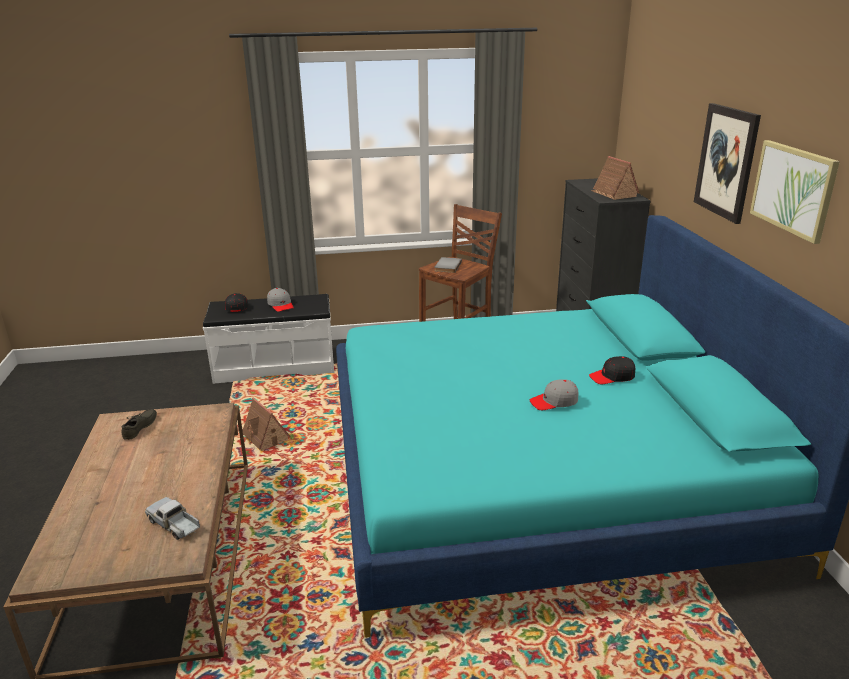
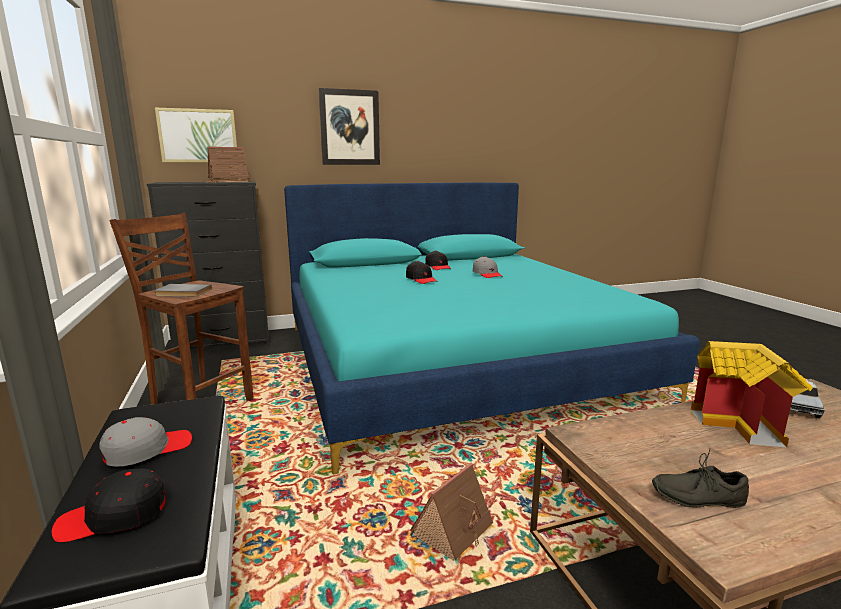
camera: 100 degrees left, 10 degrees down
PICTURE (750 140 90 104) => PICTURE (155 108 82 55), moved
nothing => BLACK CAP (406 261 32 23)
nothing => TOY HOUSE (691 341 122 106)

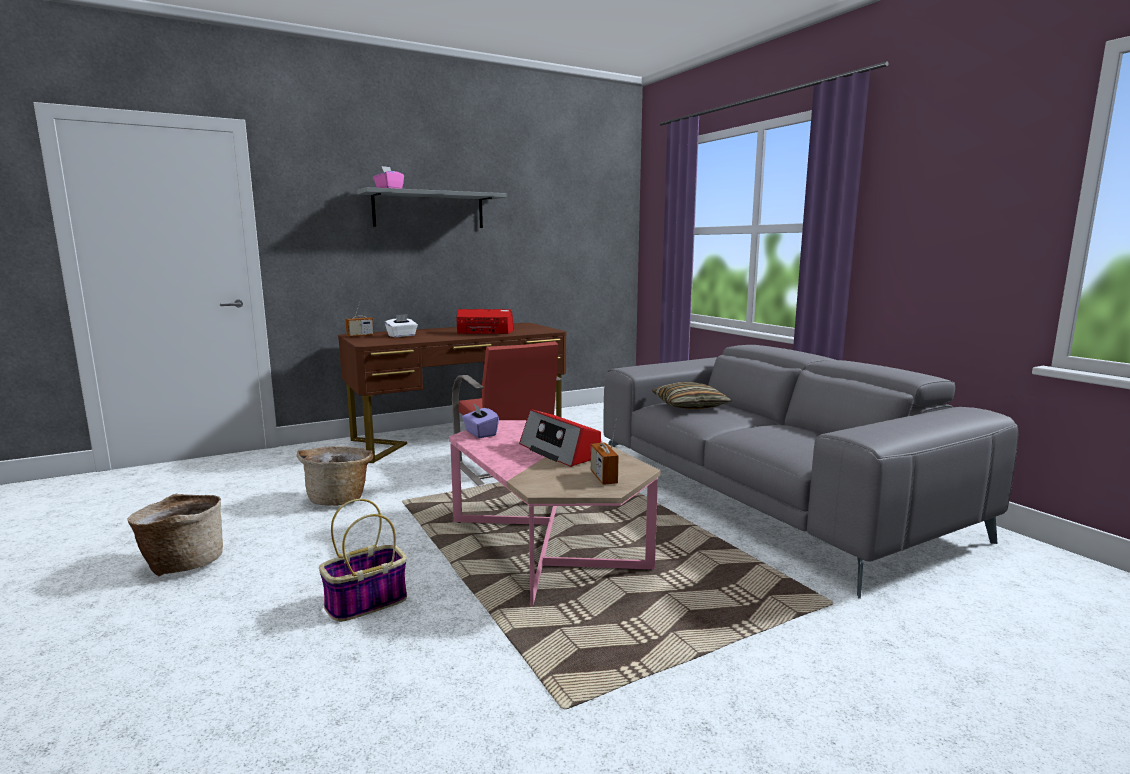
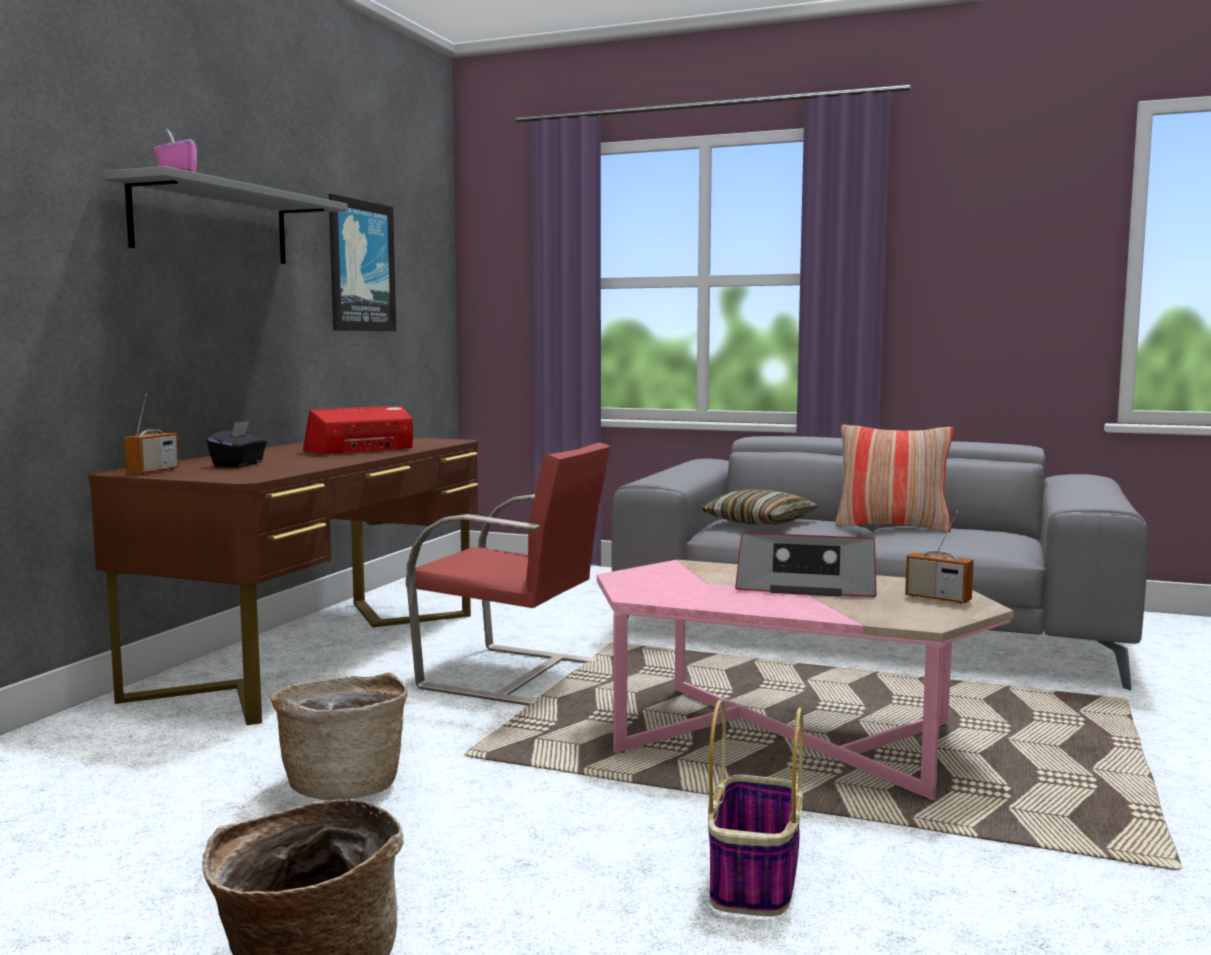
camera: 40 degrees left, 5 degrees down
WHITE TISSUE BOX (385 314 33 23) => BLACK TISSUE BOX (207 421 60 46)
nothing => PICTURE (329 194 67 137)
nothing => PILLOW (835 425 119 107)
PURPLE TISSUE BOX (462 403 37 35) => nothing

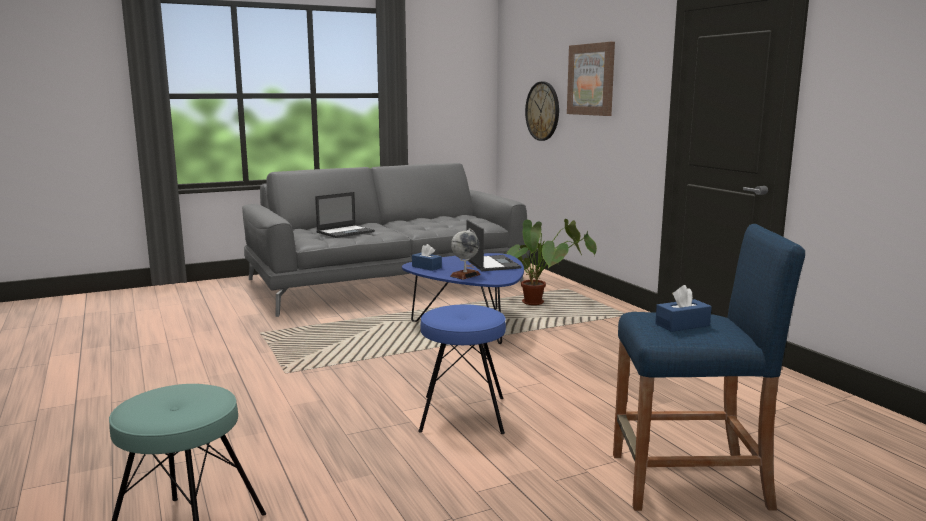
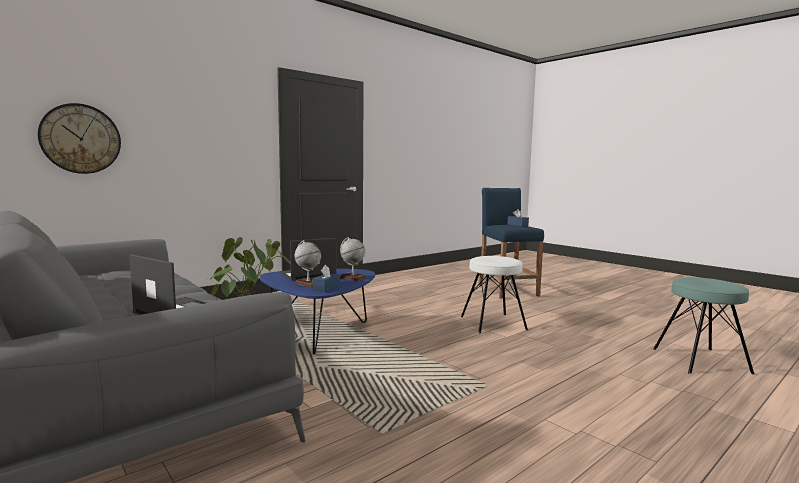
camera: 105 degrees left, 5 degrees down
nothing => GLOBE (294 240 27 48)
BLUE STOOL (418 304 88 130) => WHITE STOOL (461 256 67 77)
PICTURE (567 42 48 74) => nothing

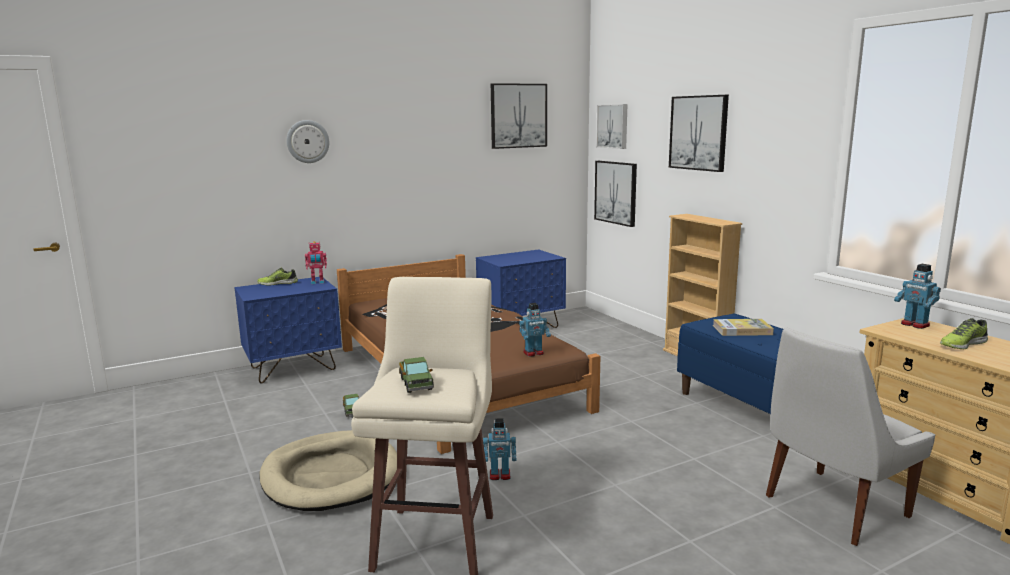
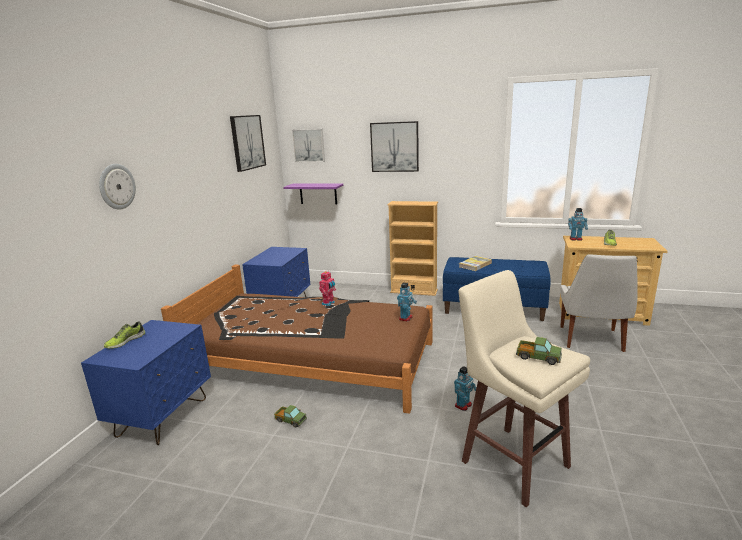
camera: 45 degrees left, 5 degrees up
PICTURE (594 161 43 66) => PURPLE SHELF (283 184 60 21)
TOY ROBOT (305 241 22 43) => TOY ROBOT (319 271 17 35), moved
BEIGE DOG BED (259 430 138 81) => nothing

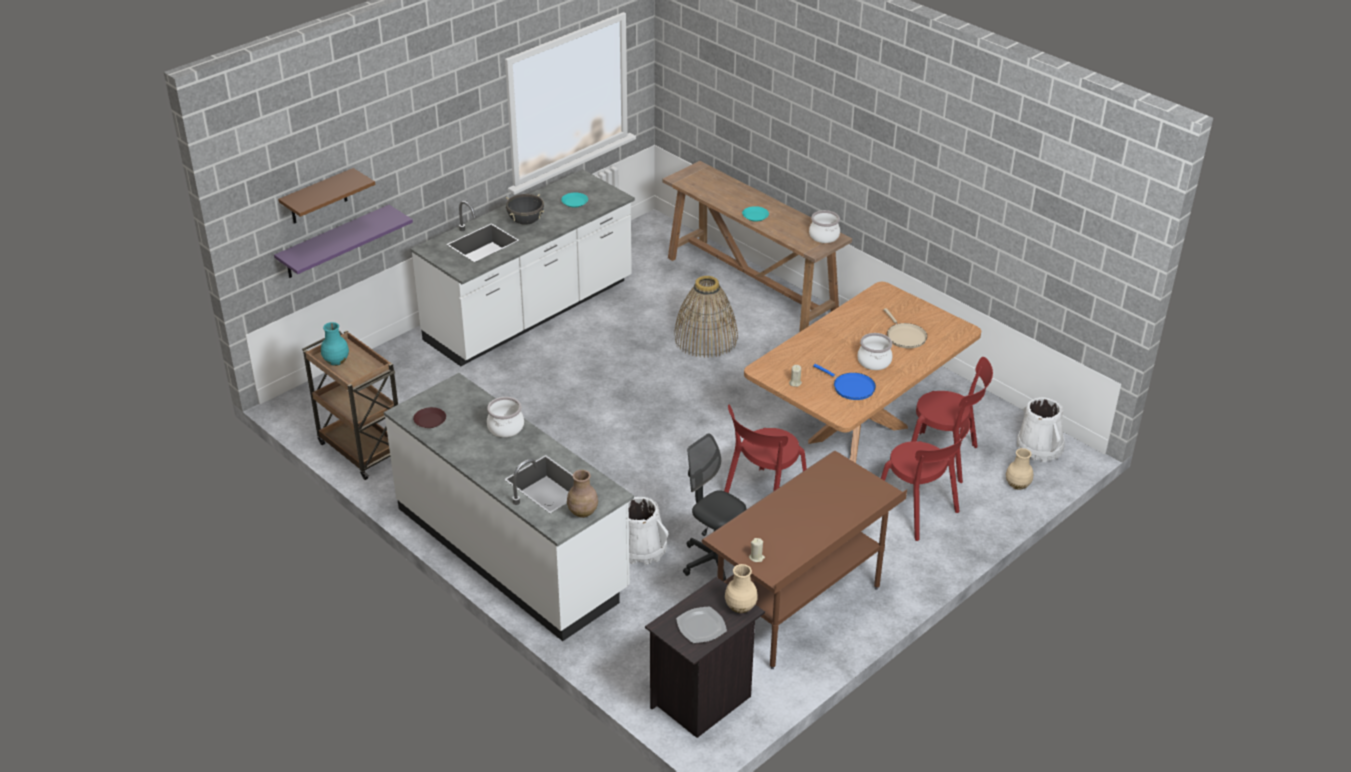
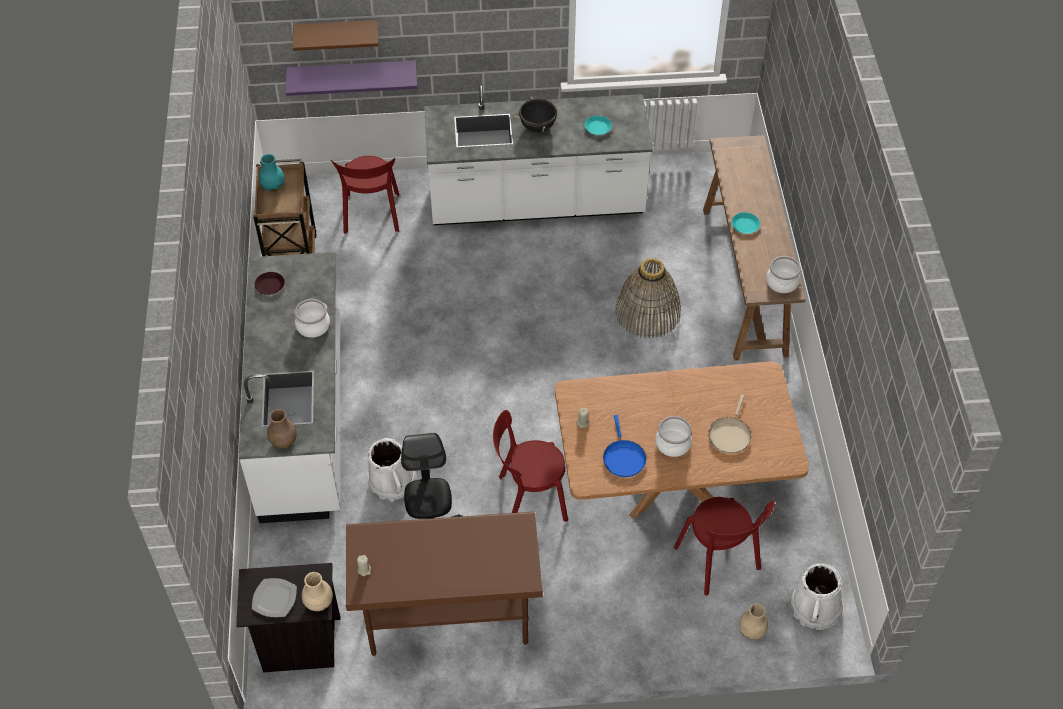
camera: 40 degrees right, 15 degrees up
RED CHAIR (881 418 89 123) => RED CHAIR (331 156 68 77), moved

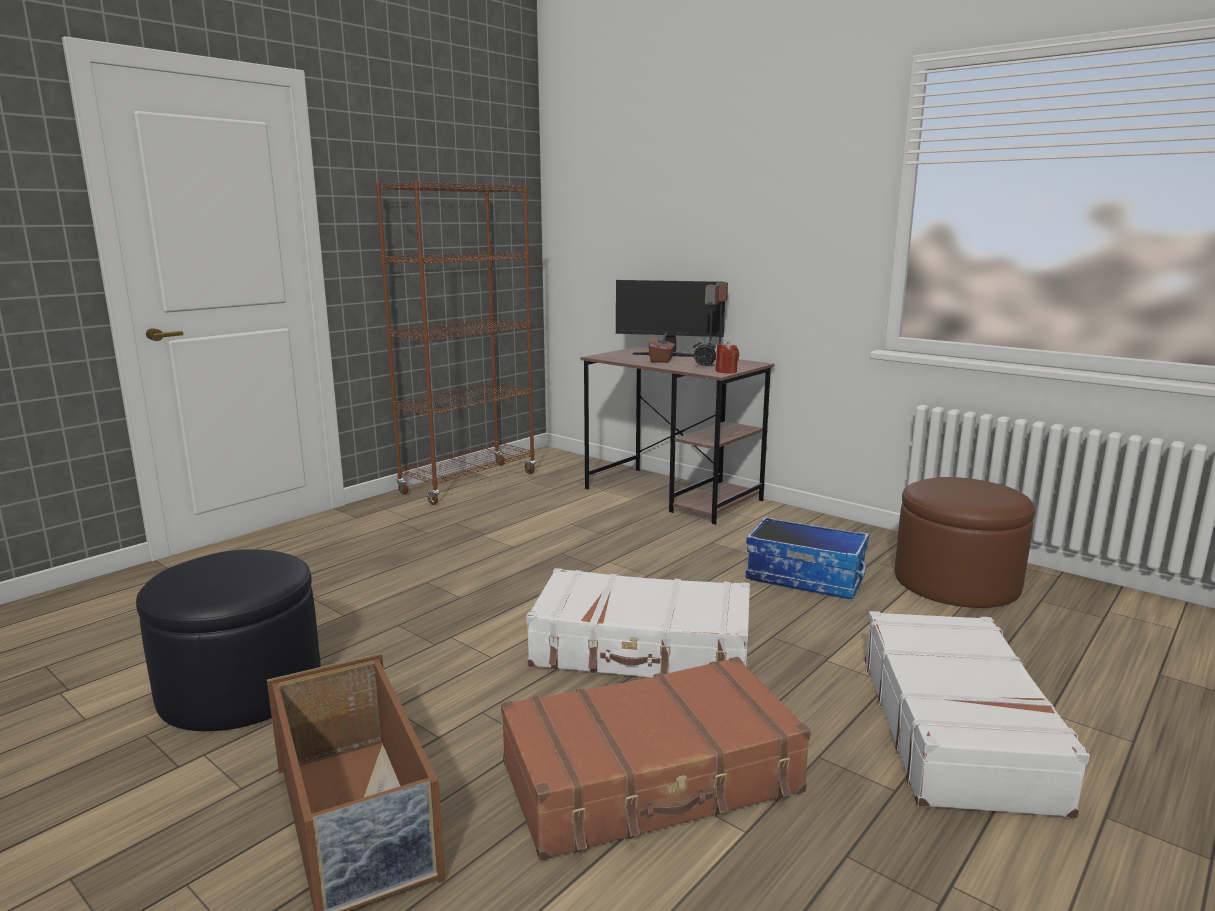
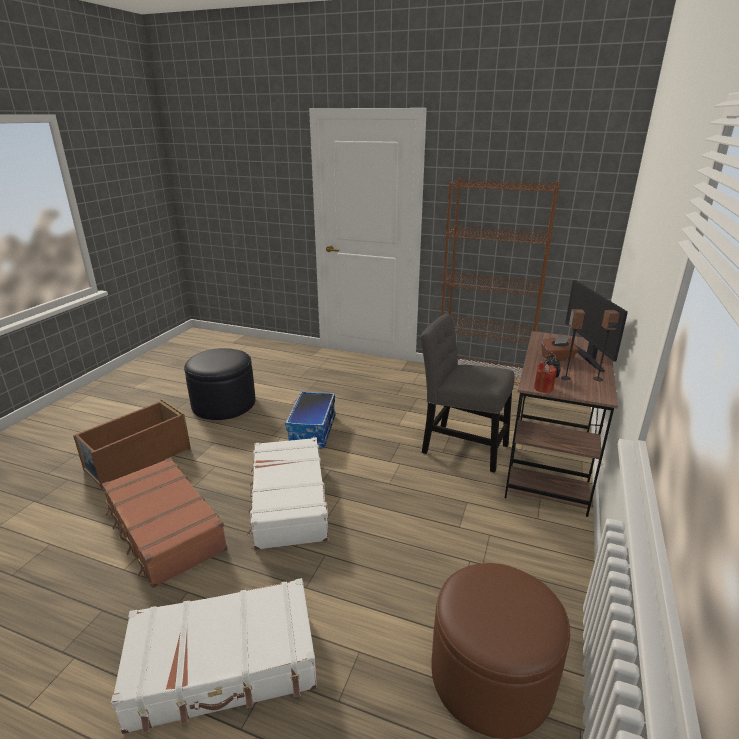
camera: 70 degrees right, 10 degrees up
STORAGE BOX (746 517 123 82) => STORAGE BOX (285 391 51 57), moved
nothing => GREY CHAIR (420 313 95 160)

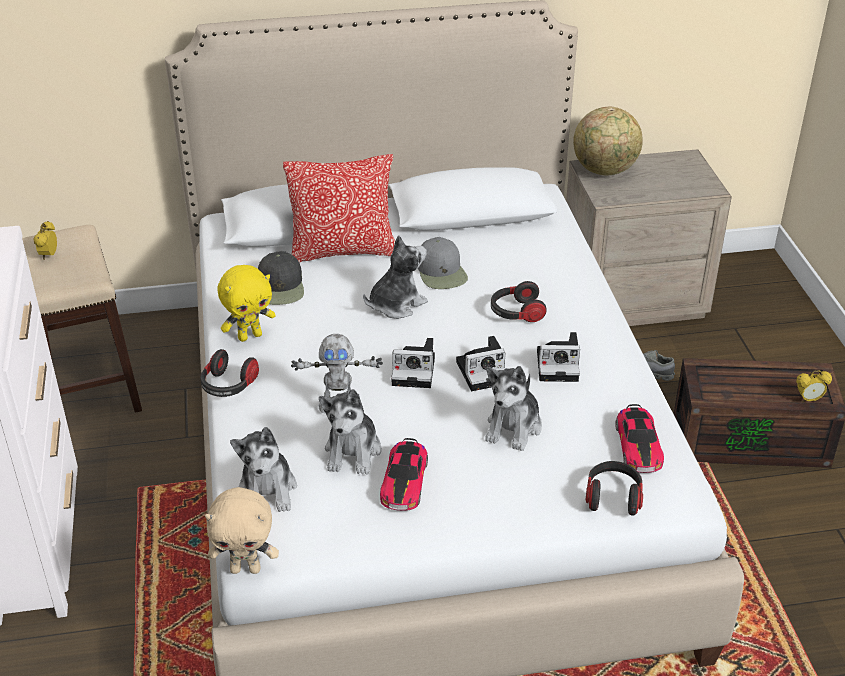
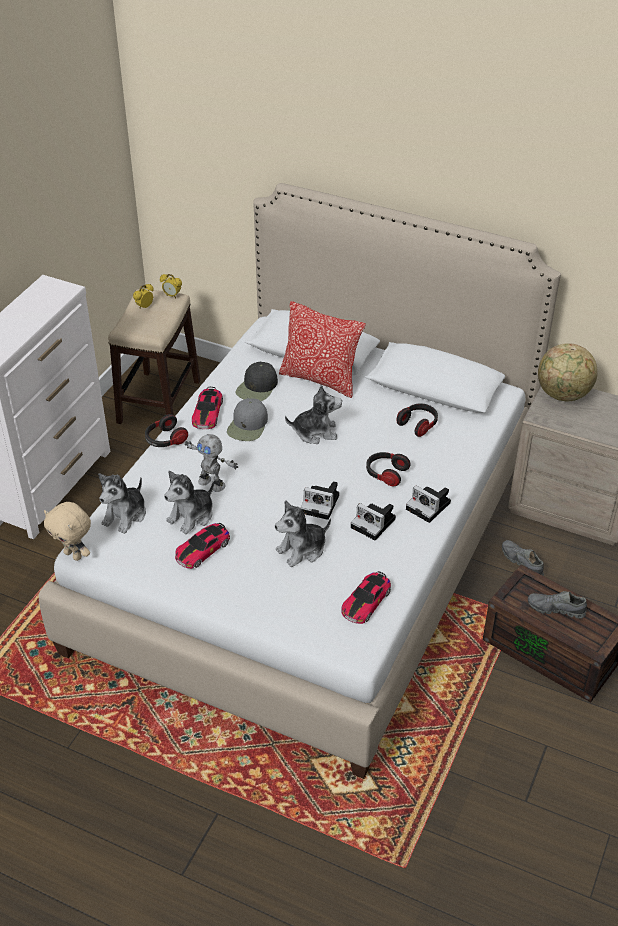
camera: 35 degrees right, 5 degrees up
ALARM CLOCK (796 370 36 33) => ALARM CLOCK (160 274 22 24), moved
YELLOW PLUSH TOY (218 265 58 77) => TOY CAR (192 387 31 42)
GREY CAP (418 237 50 52) => GREY CAP (227 398 41 43), moved
HEADPHONES (586 461 57 55) => HEADPHONES (396 403 42 34), moved
PHOTO CAMERA (391 338 44 50) => PHOTO CAMERA (406 485 45 38), moved
nothing => GREY SHOE (528 591 59 28)

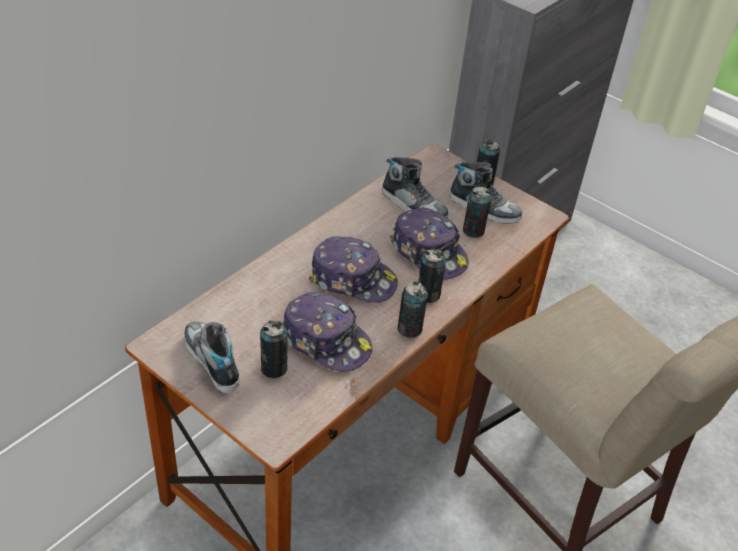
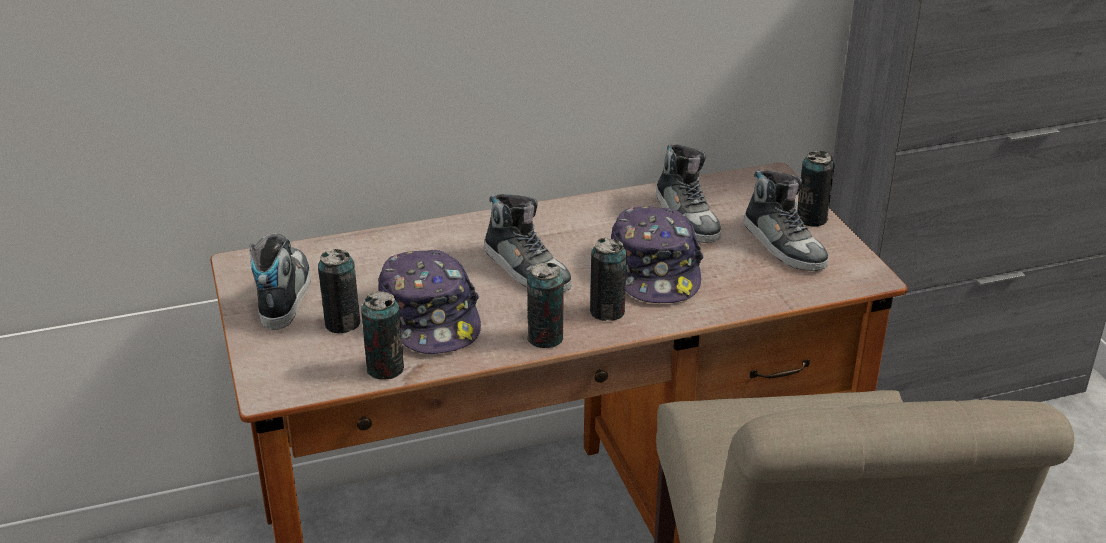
camera: 35 degrees right, 10 degrees down
CAN (463 186 28 52) => CAN (361 291 43 89), moved
CAP (309 236 89 67) => SHOE (485 194 87 98)

